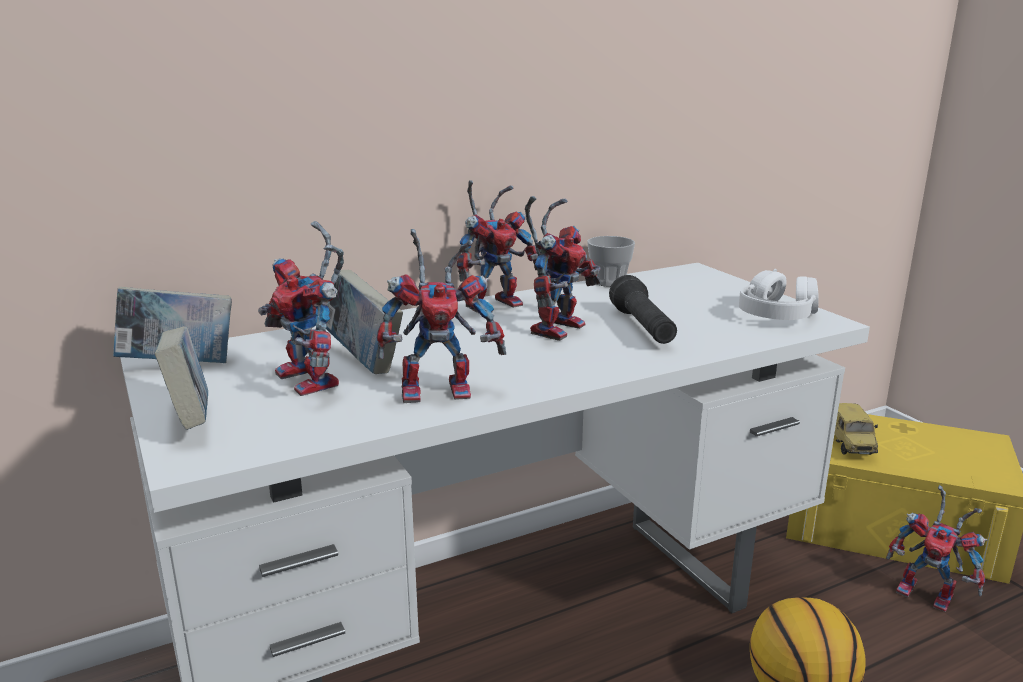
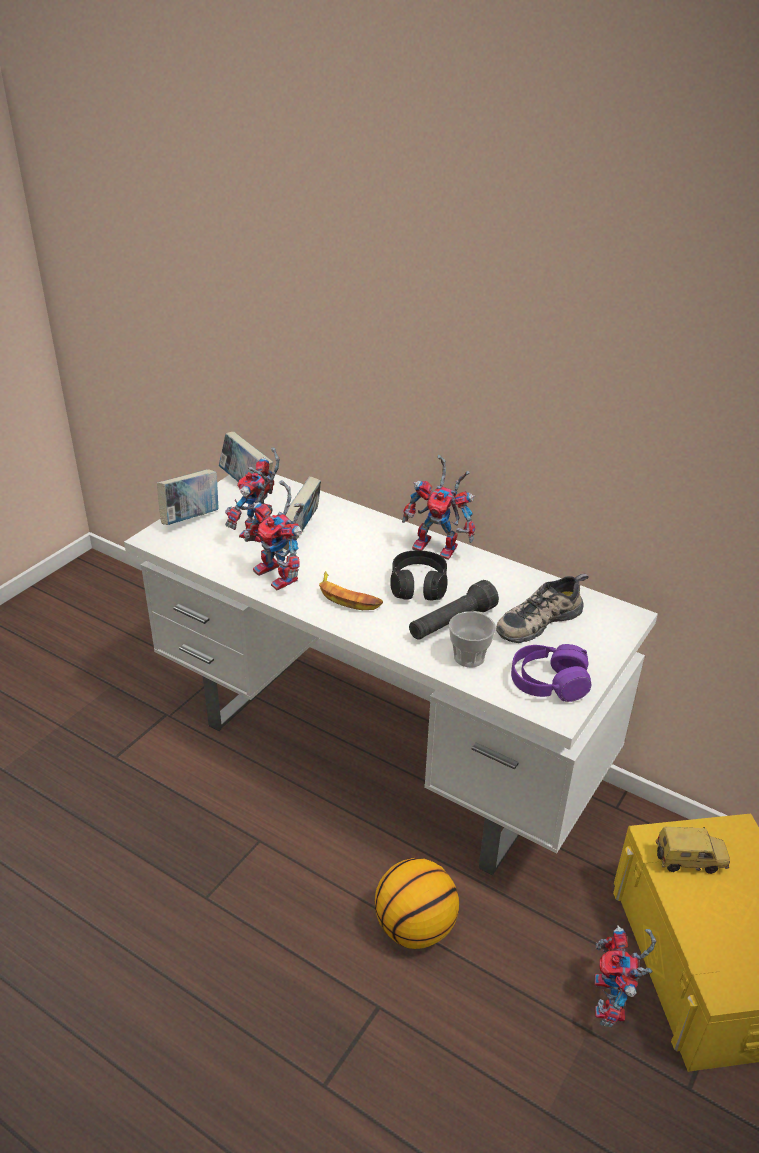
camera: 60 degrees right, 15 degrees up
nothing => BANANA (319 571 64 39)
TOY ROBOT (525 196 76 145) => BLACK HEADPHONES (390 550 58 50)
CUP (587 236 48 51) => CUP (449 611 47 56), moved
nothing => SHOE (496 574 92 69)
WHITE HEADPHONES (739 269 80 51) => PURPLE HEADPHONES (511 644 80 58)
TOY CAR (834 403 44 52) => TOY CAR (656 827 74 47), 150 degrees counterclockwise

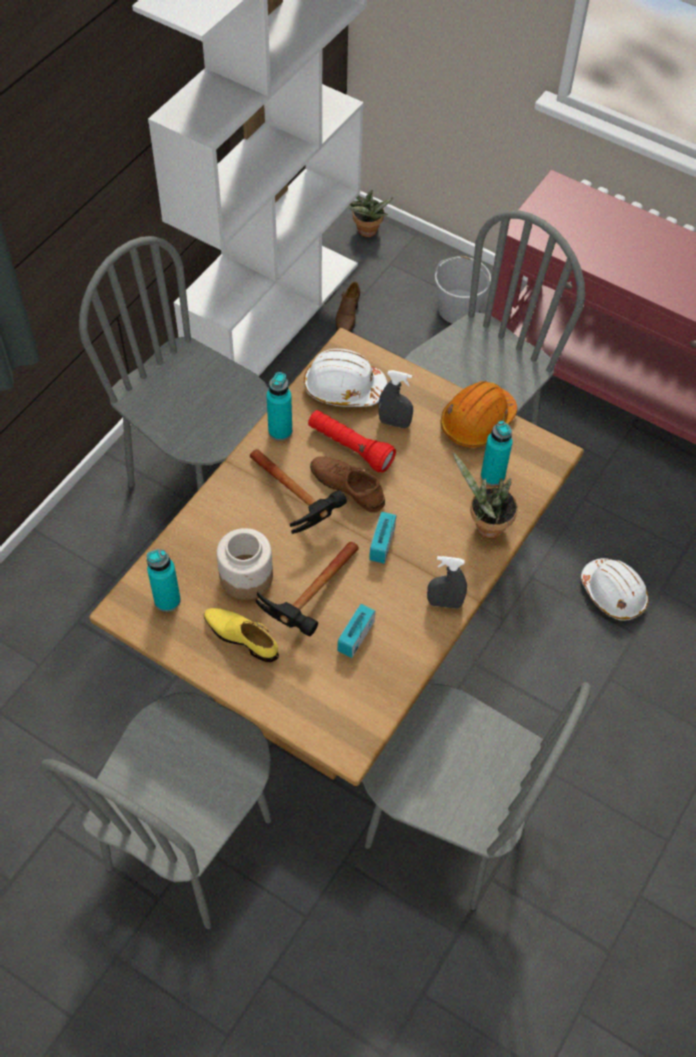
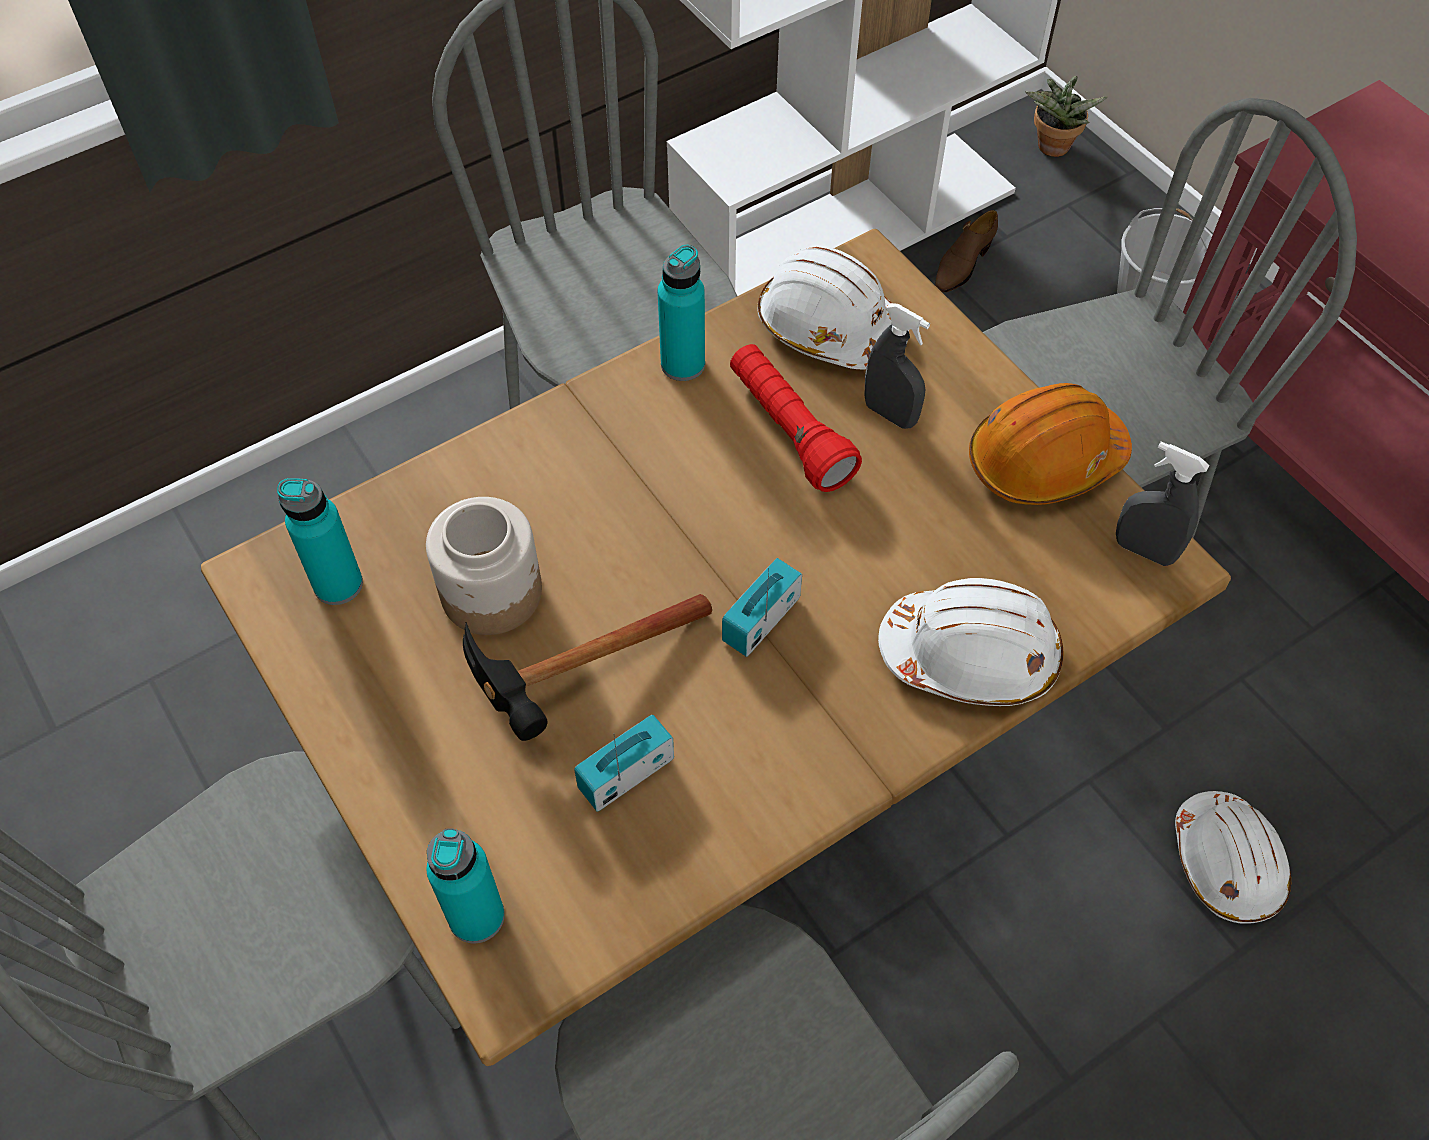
camera: 25 degrees right, 0 degrees up
TURQUOISE BOTTLE (481 421 32 65) => TURQUOISE BOTTLE (427 828 78 115), moved
POTTED PLANT (453 452 65 86) => WHITE HARD HAT (878 578 185 128)
GREY SPRAY BOTTLE (427 556 40 53) => GREY SPRAY BOTTLE (1116 442 93 124), moved
YELLOW SHOE (204 608 75 54) => nothing
HAMMER (250 449 97 85) => nothing
BROWN SHOE (310 456 75 57) => nothing

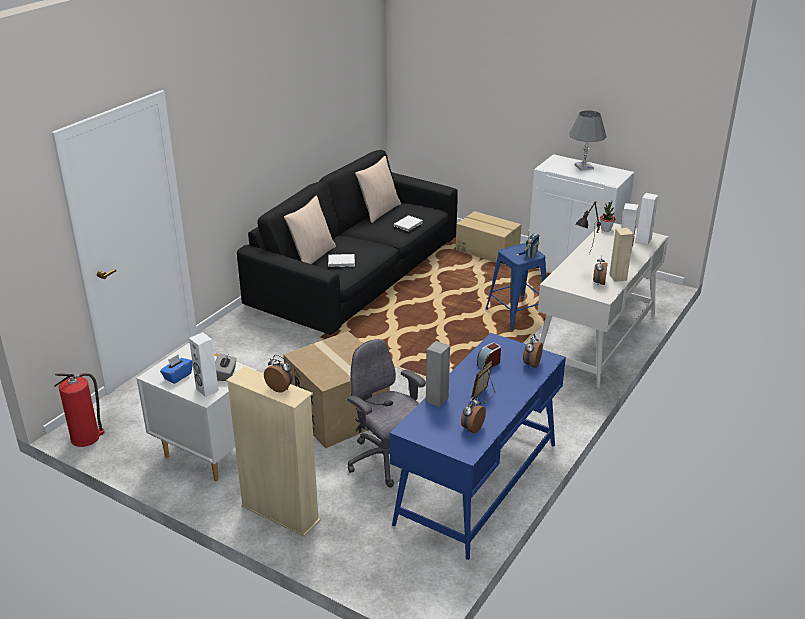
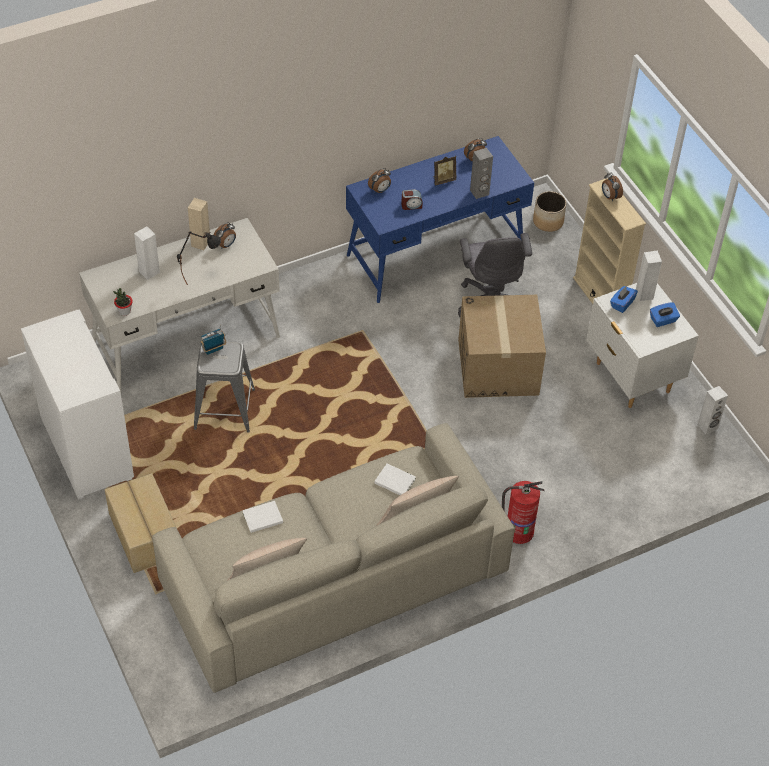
camera: 150 degrees left, 20 degrees up
BLACK SOFA (237 150 221 185) => BEIGE SOFA (152 423 363 270)
BLUE STOOL (486 243 60 87) => GREY STOOL (194 341 61 92)
FIRE EXTINGUISHER (54 373 51 74) => FIRE EXTINGUISHER (502 481 43 63), moved
nothing => PLANTER (533 191 33 41)
GREY TISSUE BOX (215 354 22 27) => BLUE TISSUE BOX (610 286 28 27)
WHITE SPEAKER (636 193 22 52) => WHITE SPEAKER (698 386 30 49), moved
GREY TABLE LAMP (569 110 38 61) => nothing

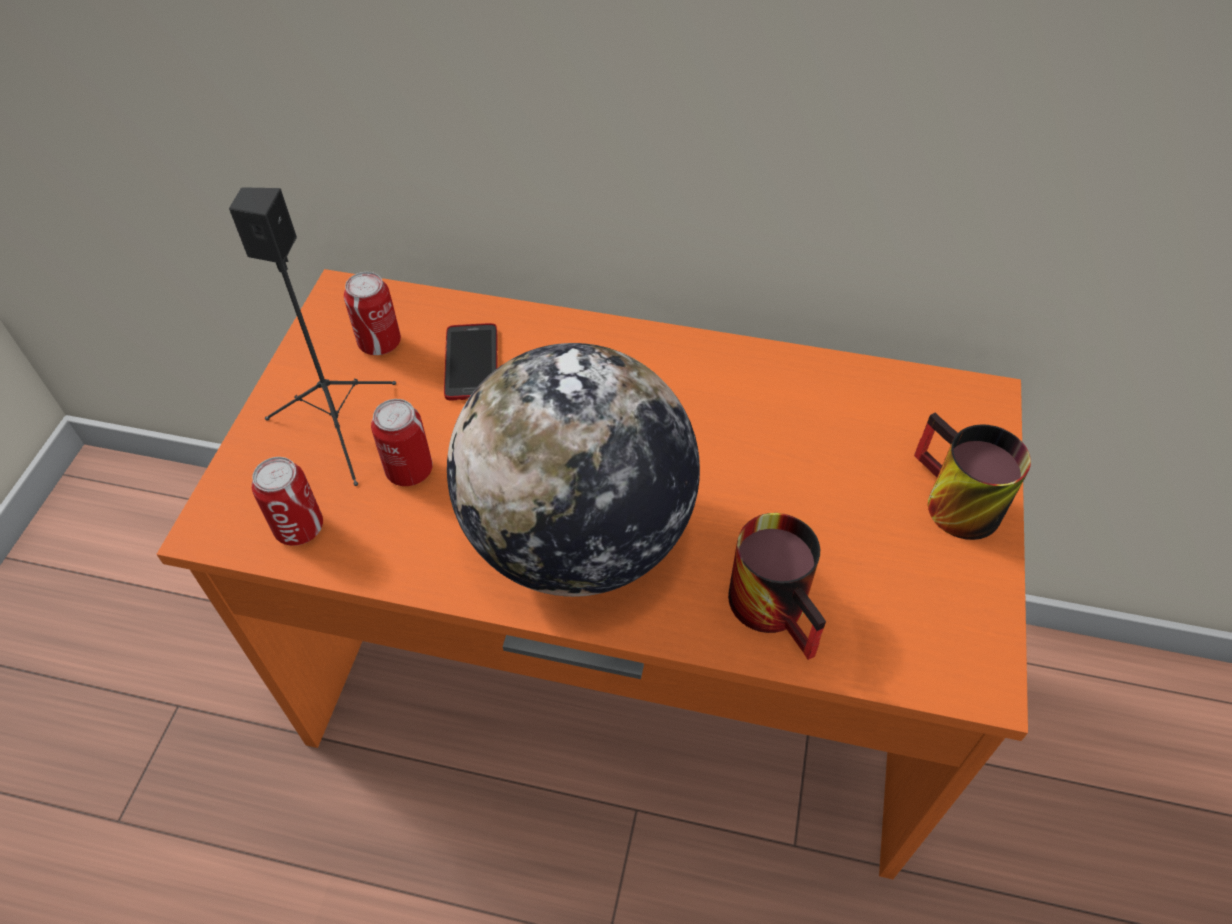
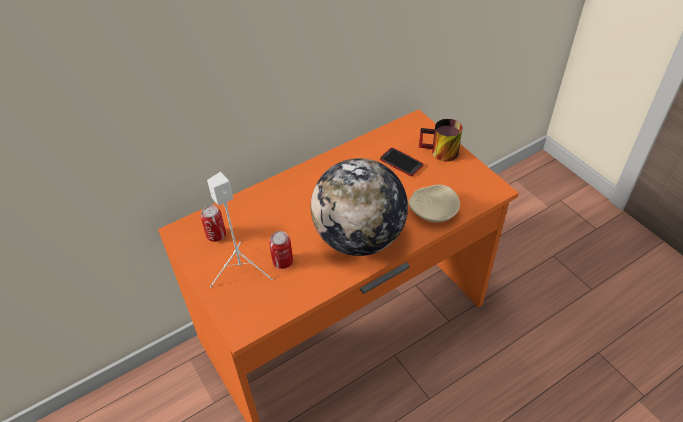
camera: 45 degrees left, 5 degrees down
BLACK SPEAKER (229 187 167 299) => WHITE SPEAKER (207 172 65 115)
PHONE (444 323 53 77) => PHONE (380 148 43 28), moved
MUG (728 513 98 147) => BEIGE BOWL (409 185 51 38)
CAN (252 457 71 89) => nothing

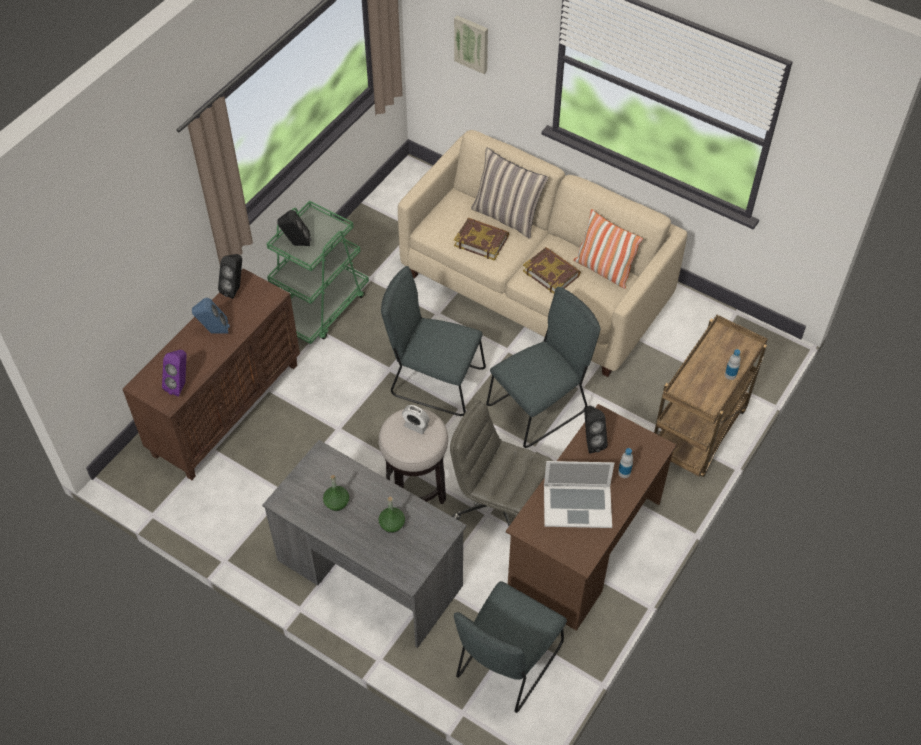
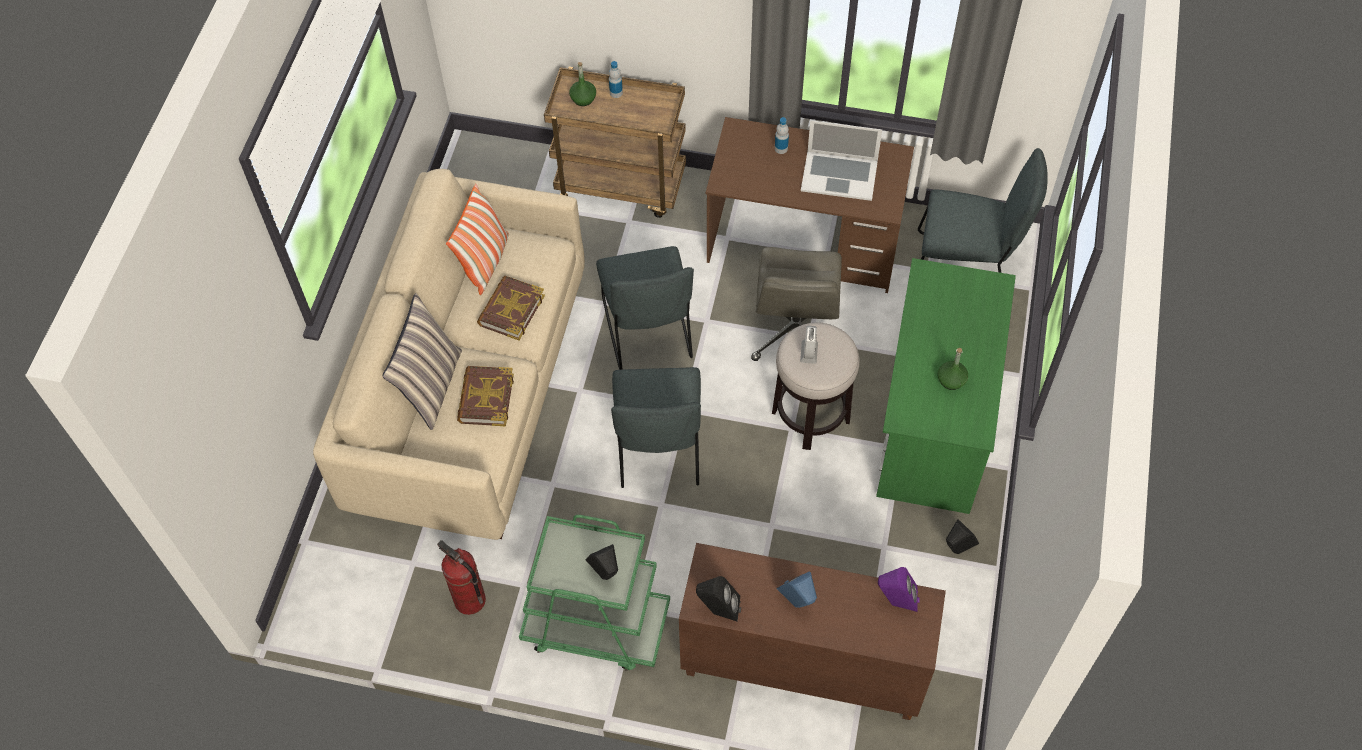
camera: 110 degrees left, 5 degrees up
nothing => FIRE EXTINGUISHER (437 540 49 75)
GREEN BOTTLE (379 497 26 36) => GREEN BOTTLE (569 62 27 44), moved
GREY CHAIR (486 287 114 161) => GREY CHAIR (596 246 98 124), 135 degrees counterclockwise
LAPTOP (544 461 70 67) => LAPTOP (801 120 81 81), 120 degrees clockwise
GREY DESK (262 440 205 208) => GREEN DESK (876 258 140 256)
BLACK SPEAKER (584 406 24 48) => BLACK SPEAKER (946 519 33 35), moved
PICTURE (454 16 34 58) => nothing

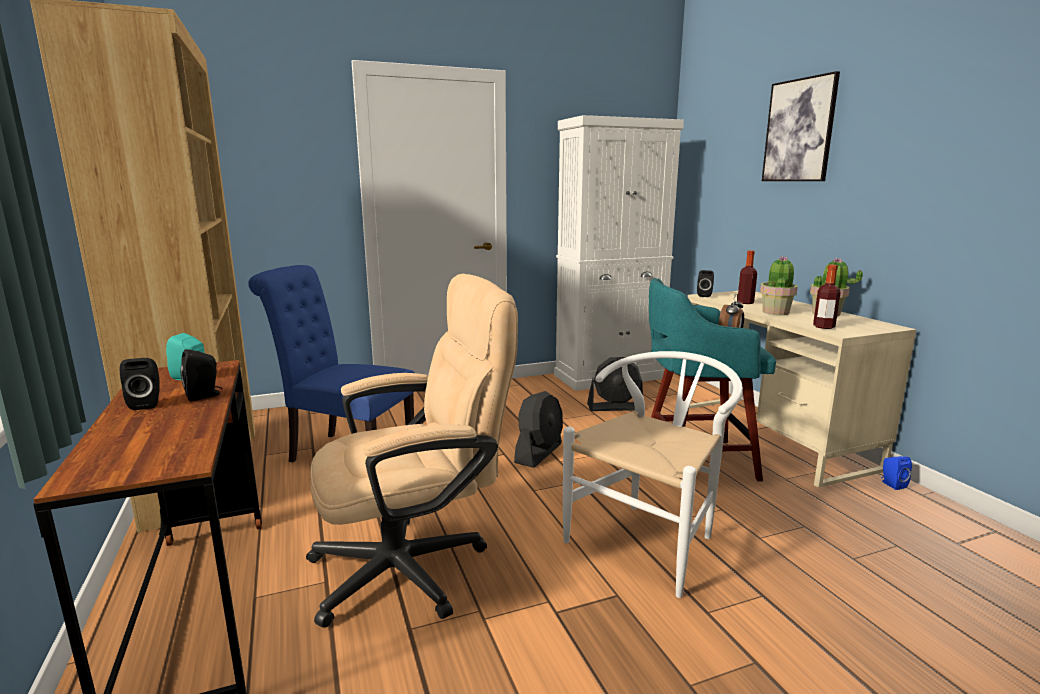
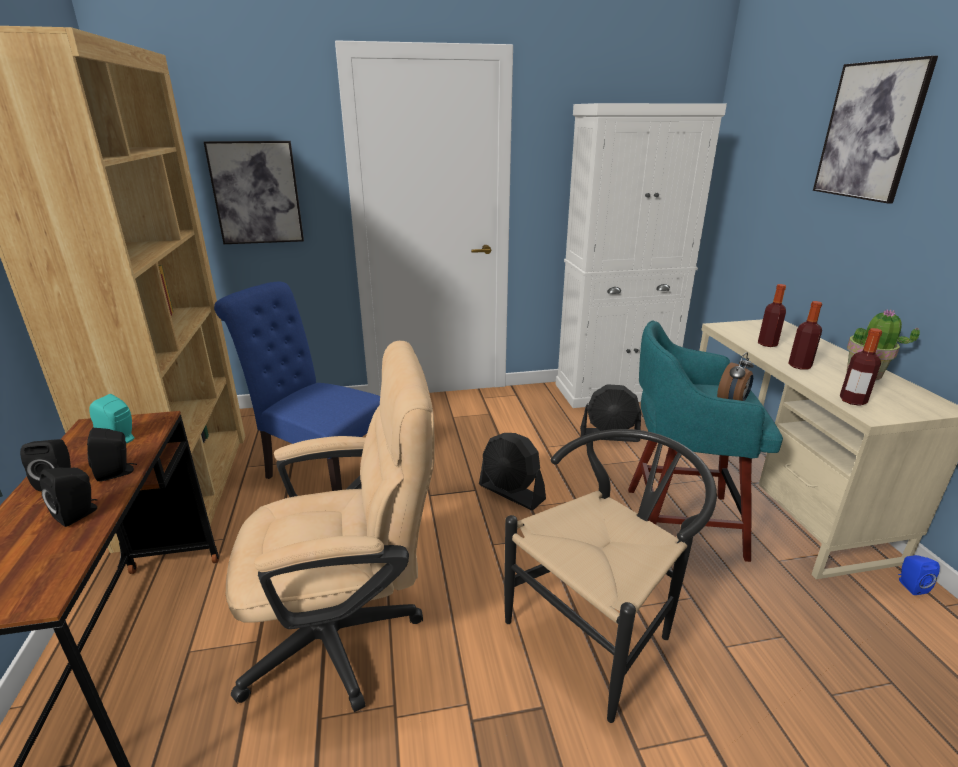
camera: 10 degrees right, 10 degrees up
BLACK SPEAKER (697 270 17 27) => BLACK SPEAKER (40 467 57 60), moved
nothing => PICTURE (204 141 100 103)
BLACK FAN (514 391 49 77) => BLACK FAN (479 433 67 77), 90 degrees clockwise
WHITE CHAIR (563 351 180 247) => BLACK CHAIR (504 429 213 294)
POTTED PLANT (760 256 38 59) => BOTTLE (788 301 34 69)

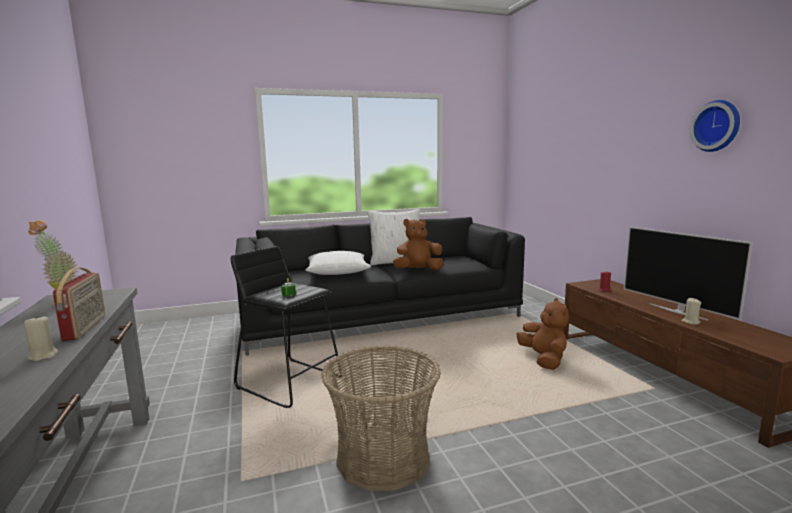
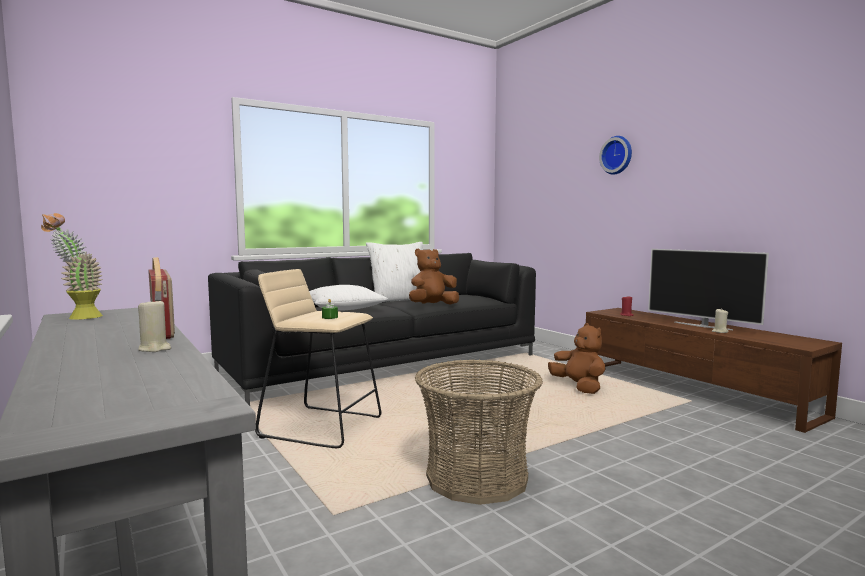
camera: 15 degrees left, 5 degrees down
BLACK STOOL (231 246 111 162) => BEIGE STOOL (255 269 126 179)
WALL CLOCK (690 100 50 52) => WALL CLOCK (599 136 33 39), moved

